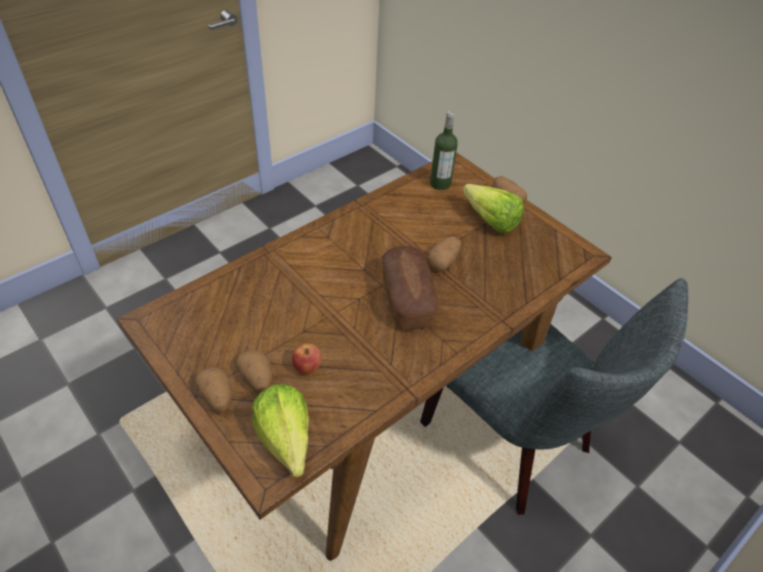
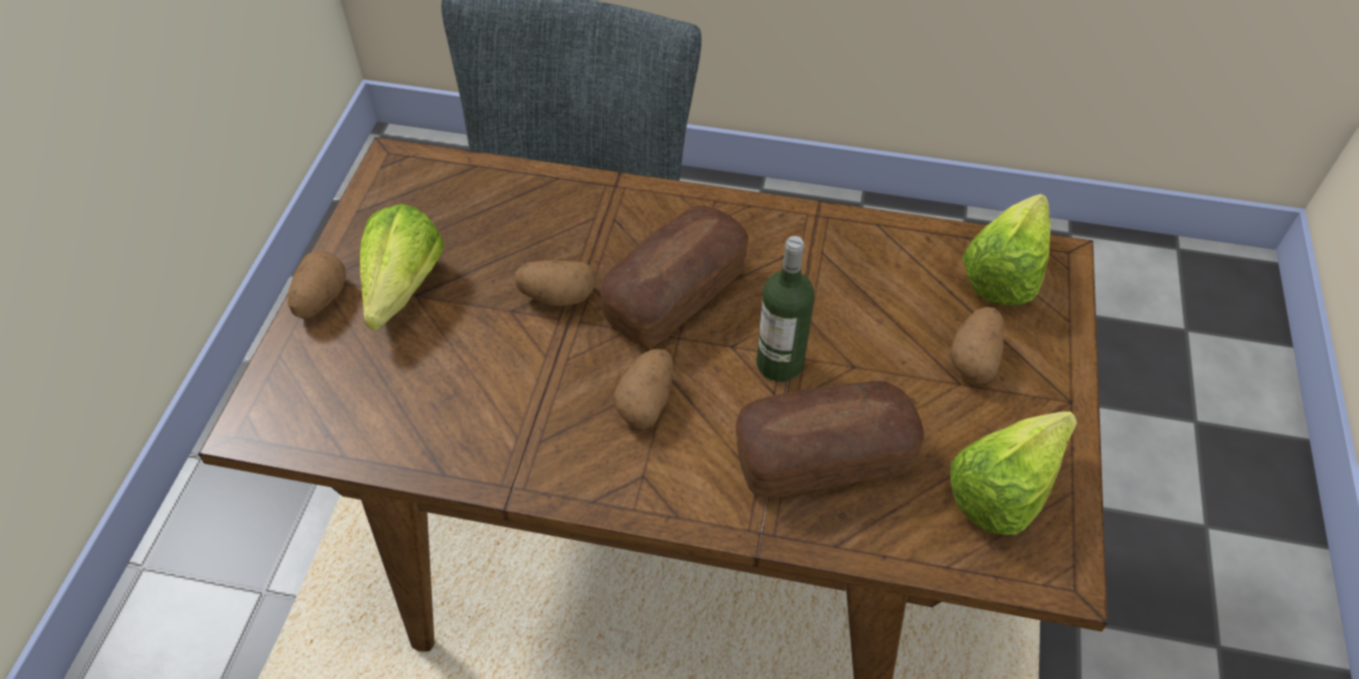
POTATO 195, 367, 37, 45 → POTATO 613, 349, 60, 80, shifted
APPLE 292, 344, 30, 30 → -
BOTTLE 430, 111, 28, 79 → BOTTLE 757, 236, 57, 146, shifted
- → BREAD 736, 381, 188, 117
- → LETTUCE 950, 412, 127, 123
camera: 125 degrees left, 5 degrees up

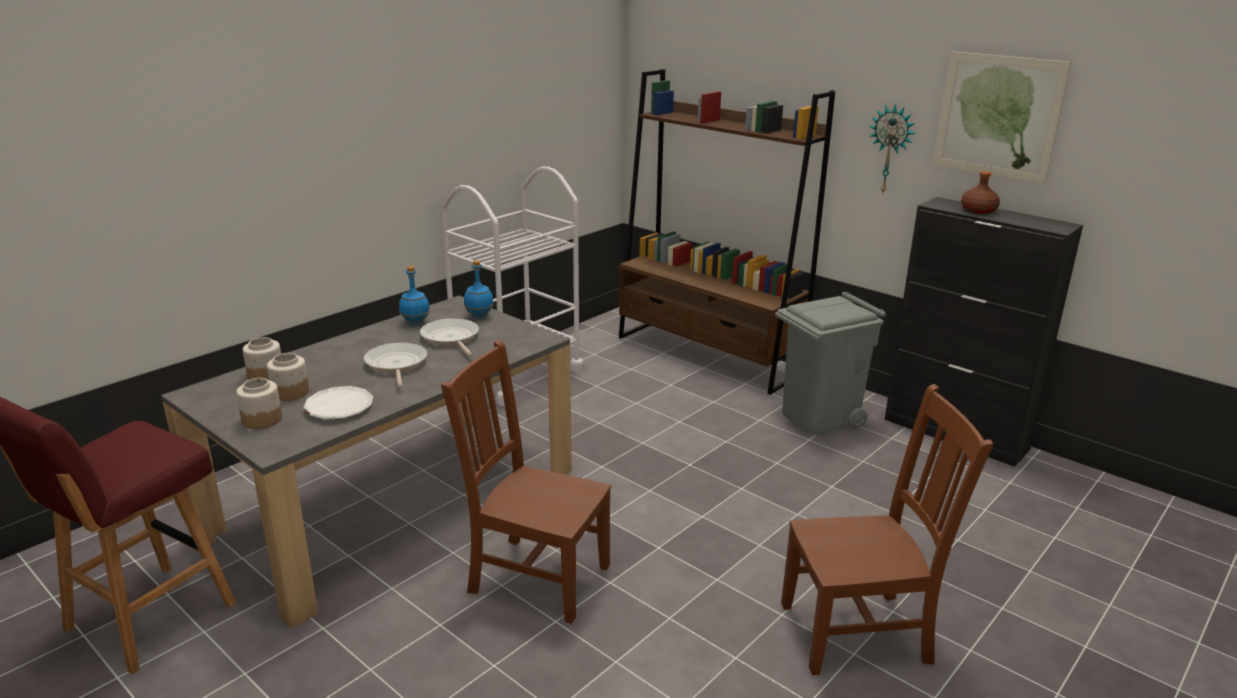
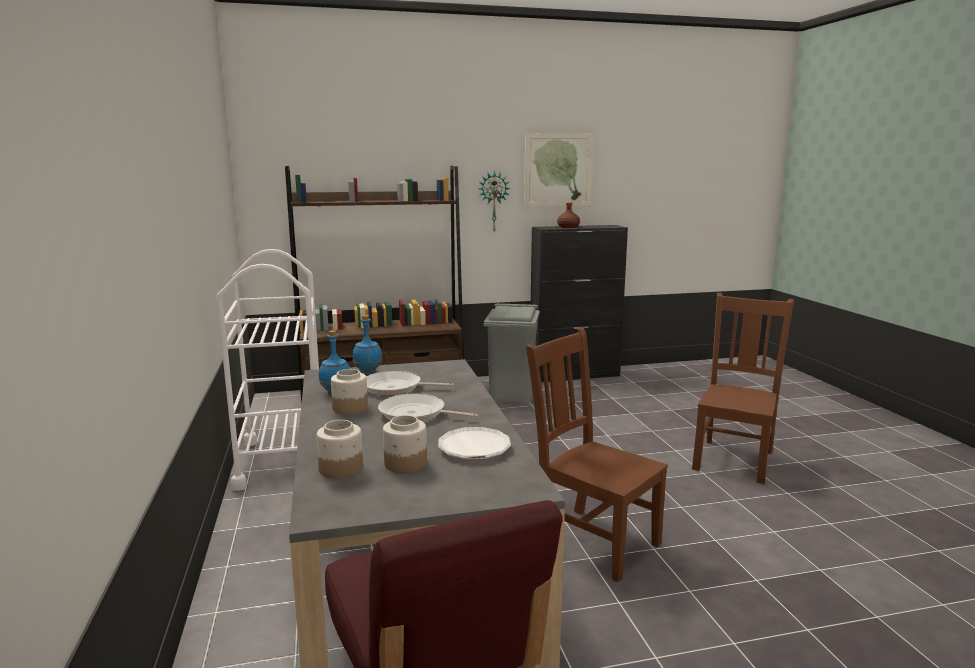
JAR 236, 378, 46, 51 → JAR 331, 369, 37, 45, shifted
BROWN CHAIR 441, 340, 170, 284 → BROWN CHAIR 526, 328, 142, 254, 75 degrees clockwise
camera: 55 degrees left, 10 degrees down

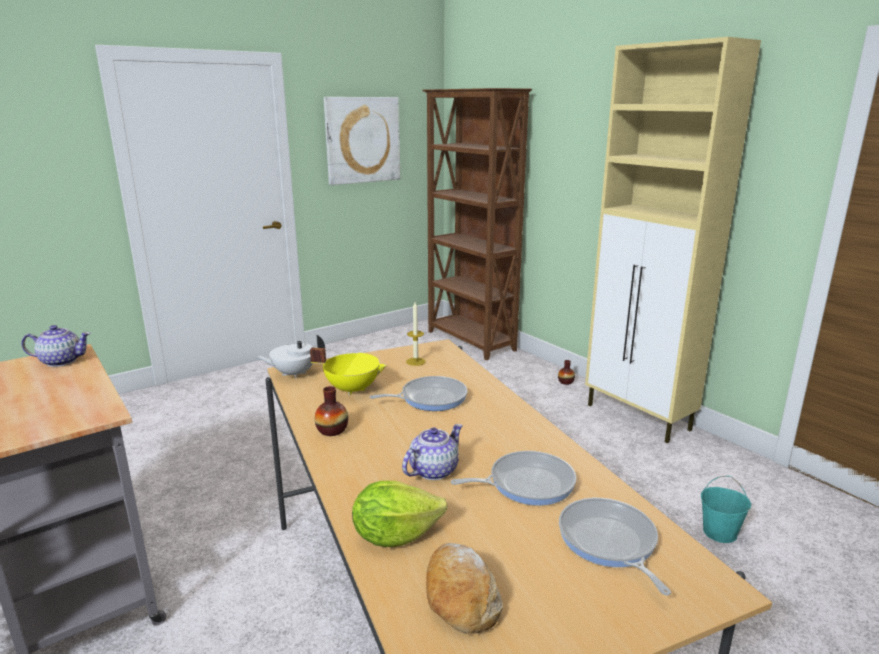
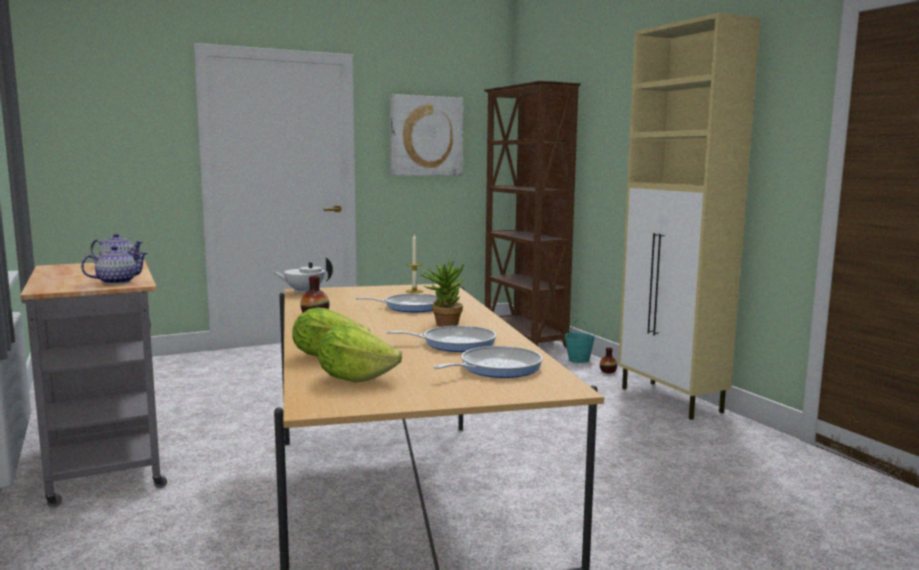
YELLOW COOKING POT 310, 348, 77, 48 → -
TEAPOT 402, 424, 61, 56 → TEAPOT 81, 246, 66, 38, shifted
BREAD 426, 543, 77, 91 → LETTUCE 318, 324, 84, 58
FRYING PAN 559, 498, 112, 97 → FRYING PAN 433, 346, 110, 32, 60 degrees clockwise
TURQUOISE BUCKET 701, 476, 50, 67 → TURQUOISE BUCKET 564, 319, 31, 44, shifted
- → POTTED PLANT 419, 258, 45, 69
camera: 10 degrees right, 10 degrees down

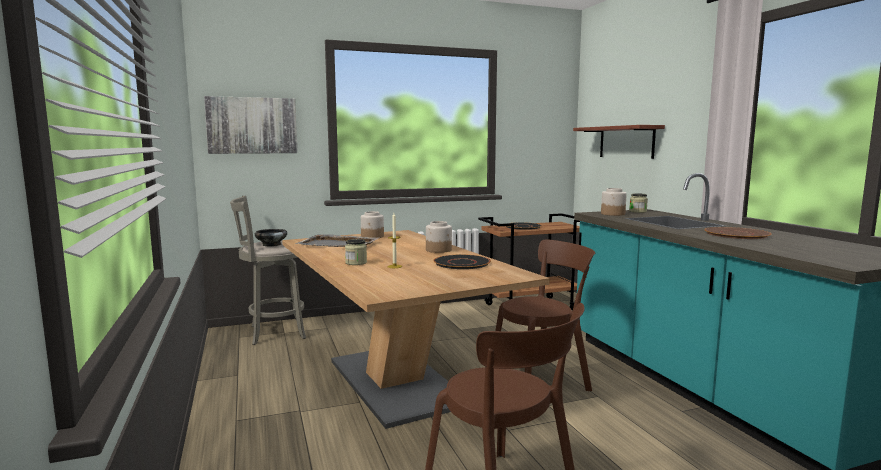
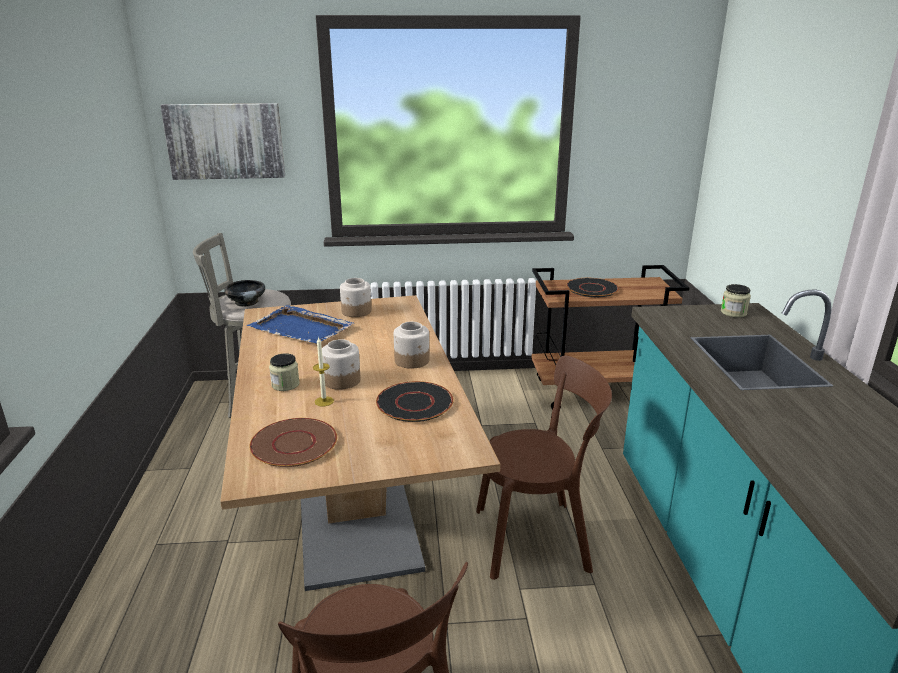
GREY TRAY 295, 234, 83, 13 → BLUE TRAY 247, 305, 107, 39
SHELF 573, 125, 92, 34 → -
JAR 601, 188, 26, 28 → JAR 322, 339, 38, 51, shifted
BROWN PLATE 704, 227, 68, 12 → BROWN PLATE 249, 418, 88, 49, shifted
camera: 15 degrees right, 15 degrees up

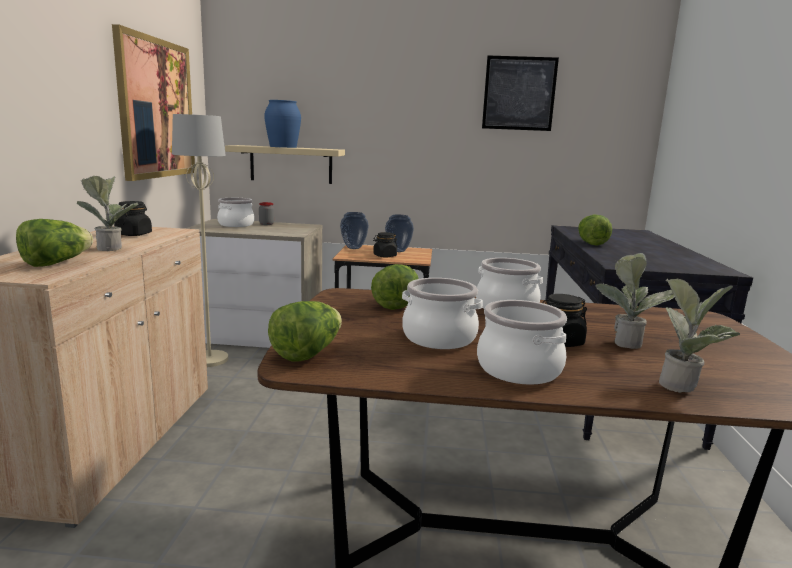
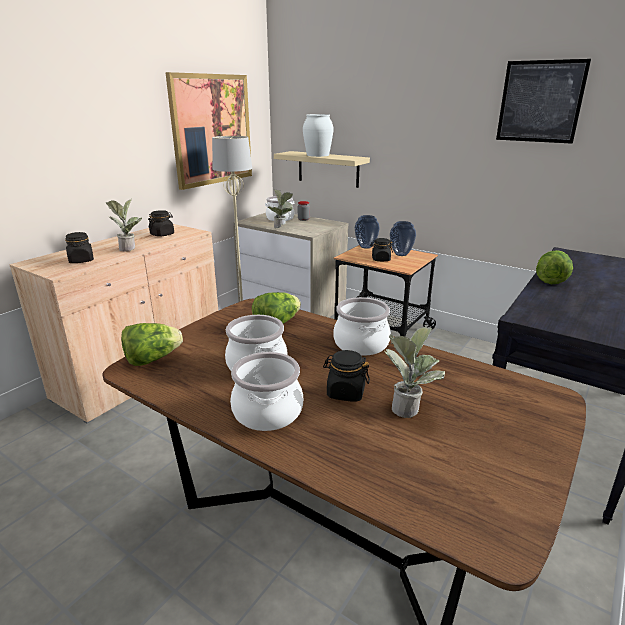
LETTUCE 16, 219, 77, 48 → BLACK JAR 65, 232, 29, 31
BLUE VASE 264, 100, 37, 48 → WHITE VASE 303, 114, 31, 43
POTTED PLANT 659, 279, 81, 114 → POTTED PLANT 268, 190, 25, 38, shifted
camera: 30 degrees right, 10 degrees up

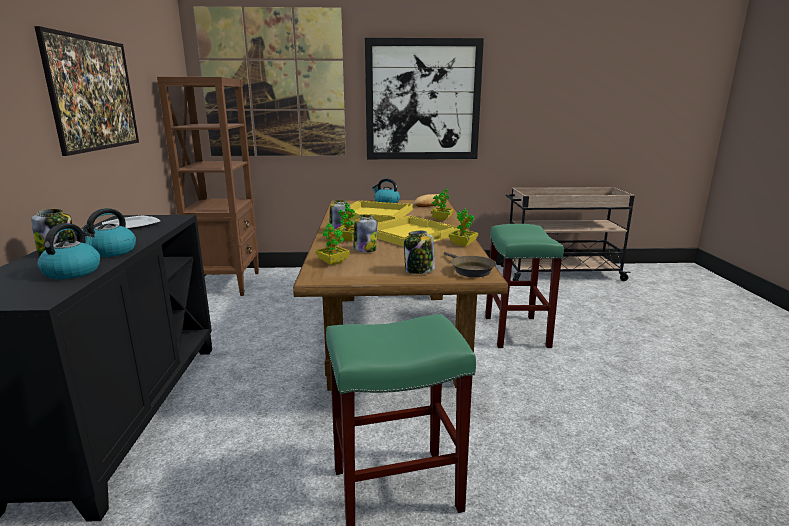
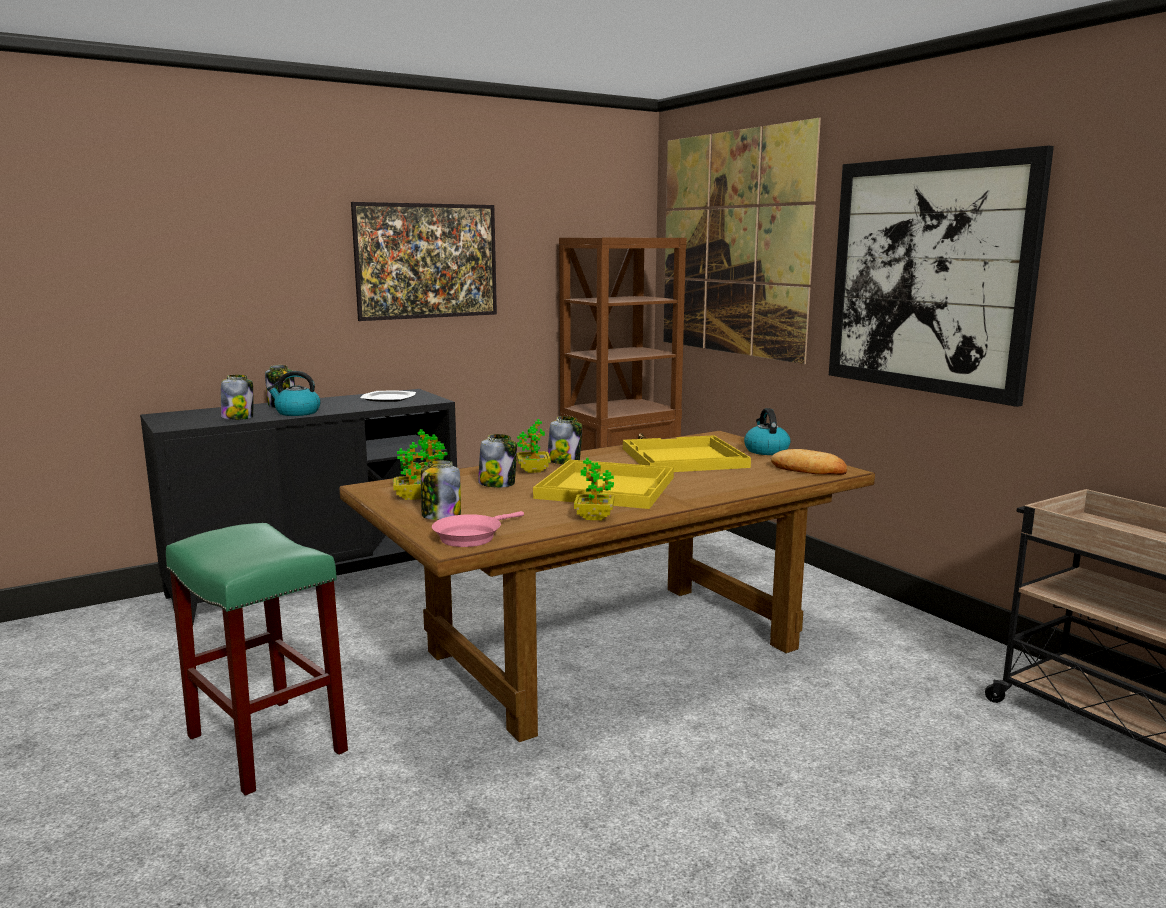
KETTLE 38, 223, 62, 56 → JAR 221, 375, 32, 45
POTTED PLANT 431, 188, 22, 32 → POTTED PLANT 393, 442, 33, 58, shifted
BROWN FRYING PAN 444, 252, 52, 25 → PINK FRYING PAN 432, 511, 92, 36
GREEN STOOL 485, 224, 79, 124 → -
camera: 60 degrees right, 5 degrees down

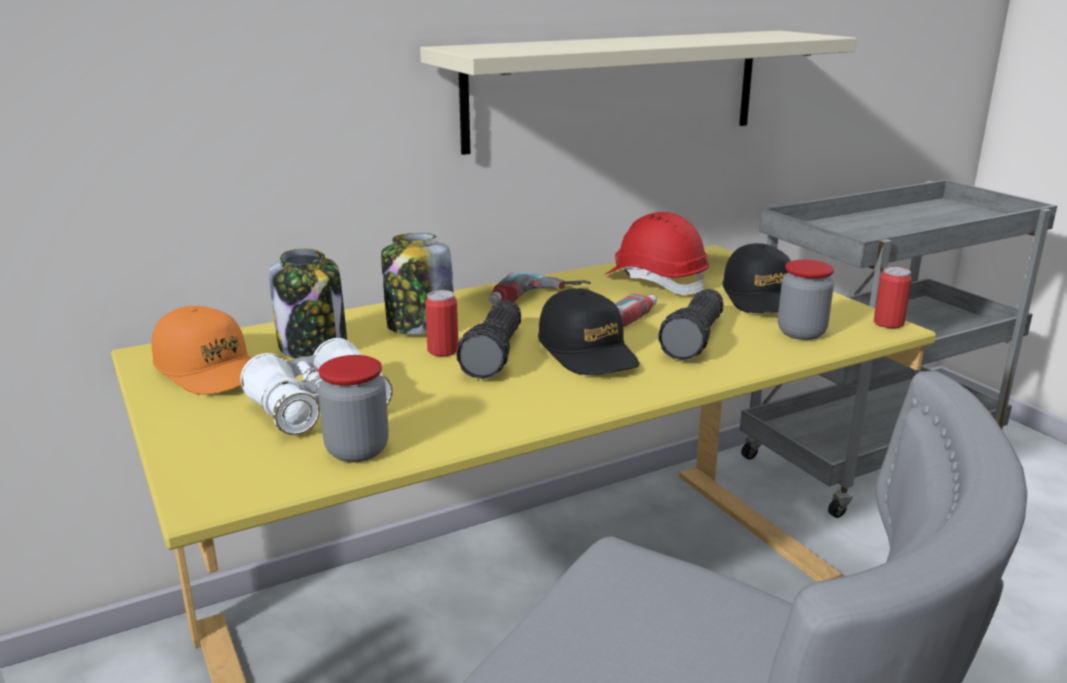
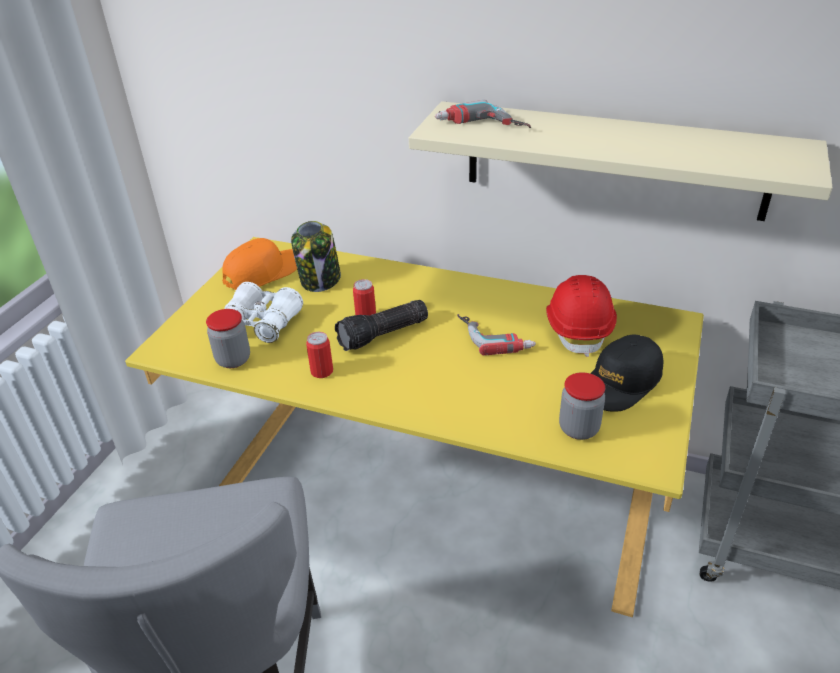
ORANGE CAP 152, 306, 99, 89 → ORANGE CAP 222, 238, 75, 52, 135 degrees counterclockwise
JAR 381, 233, 73, 101 → -
POWER DRILL 489, 272, 102, 32 → POWER DRILL 435, 100, 96, 28, shifted
BLACK CAP 538, 288, 102, 87 → -
FLASHLIGHT 658, 289, 66, 72 → -
CAN 874, 267, 38, 61 → CAN 306, 332, 27, 46, shifted
camera: 50 degrees right, 15 degrees up

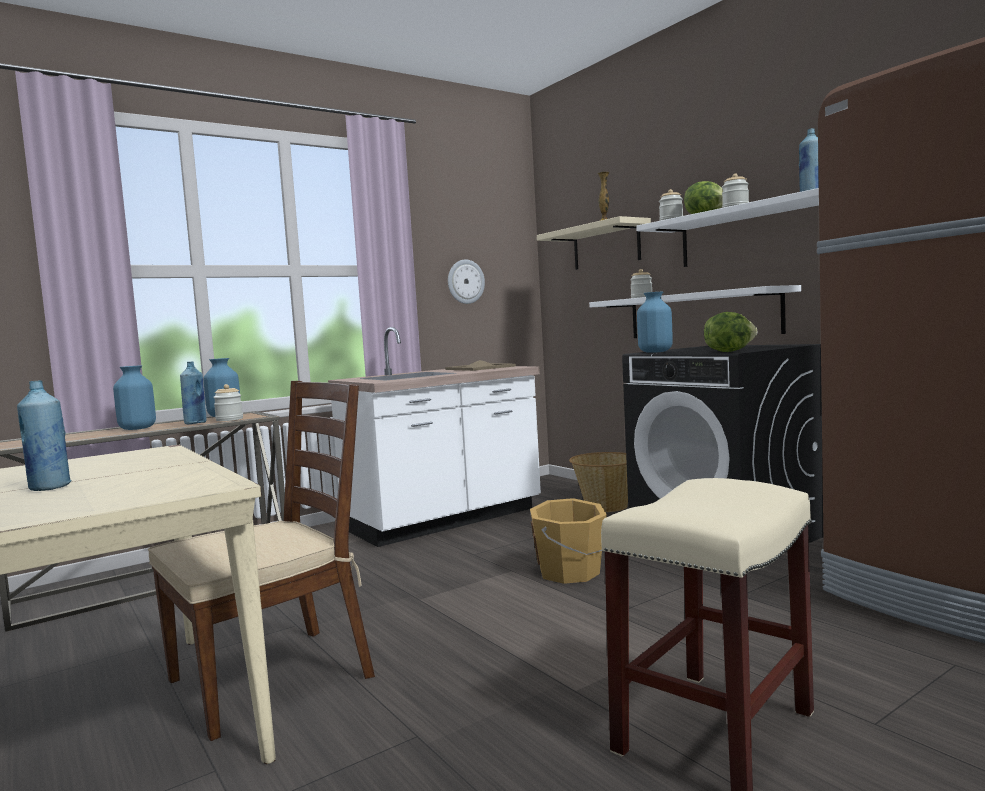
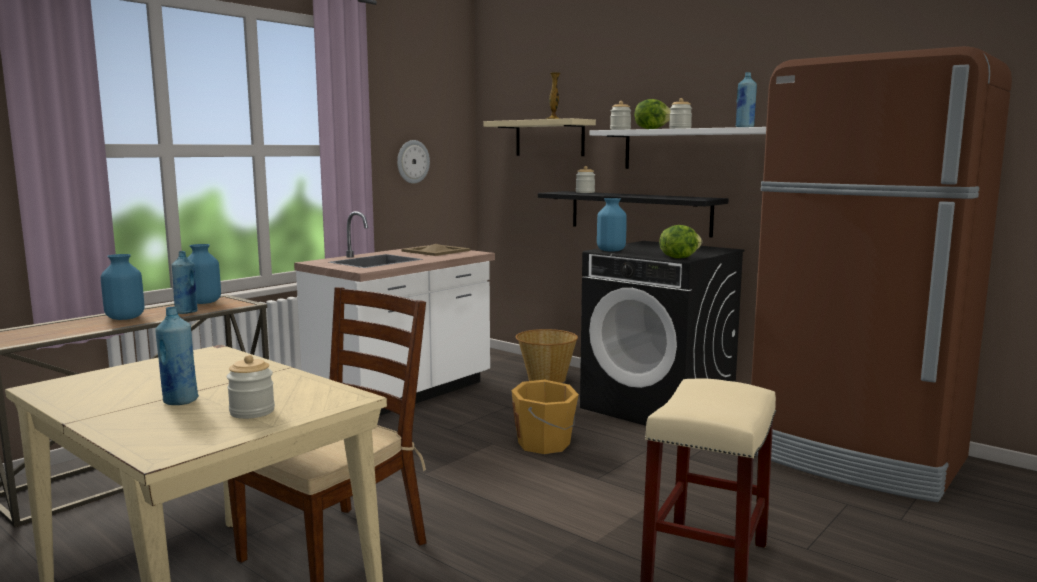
JAR 213, 384, 30, 37 → JAR 226, 355, 49, 64, shifted
WHITE SHELF 589, 285, 212, 53 → BLACK SHELF 538, 191, 191, 46
camera: 15 degrees left, 5 degrees up

